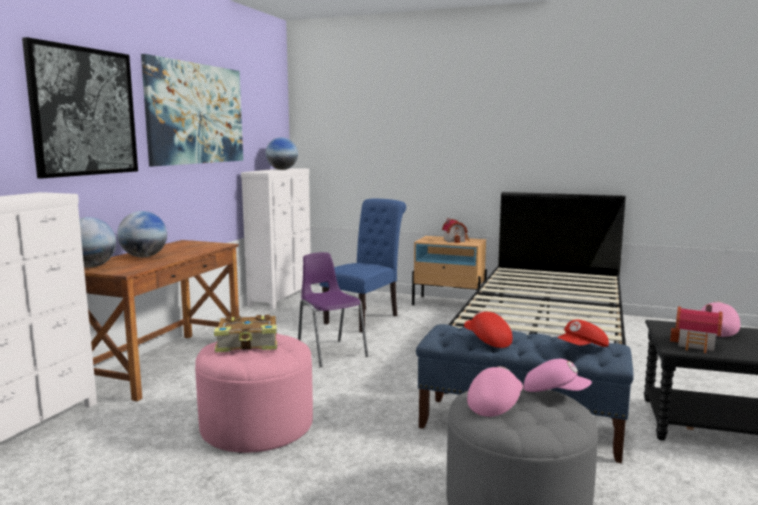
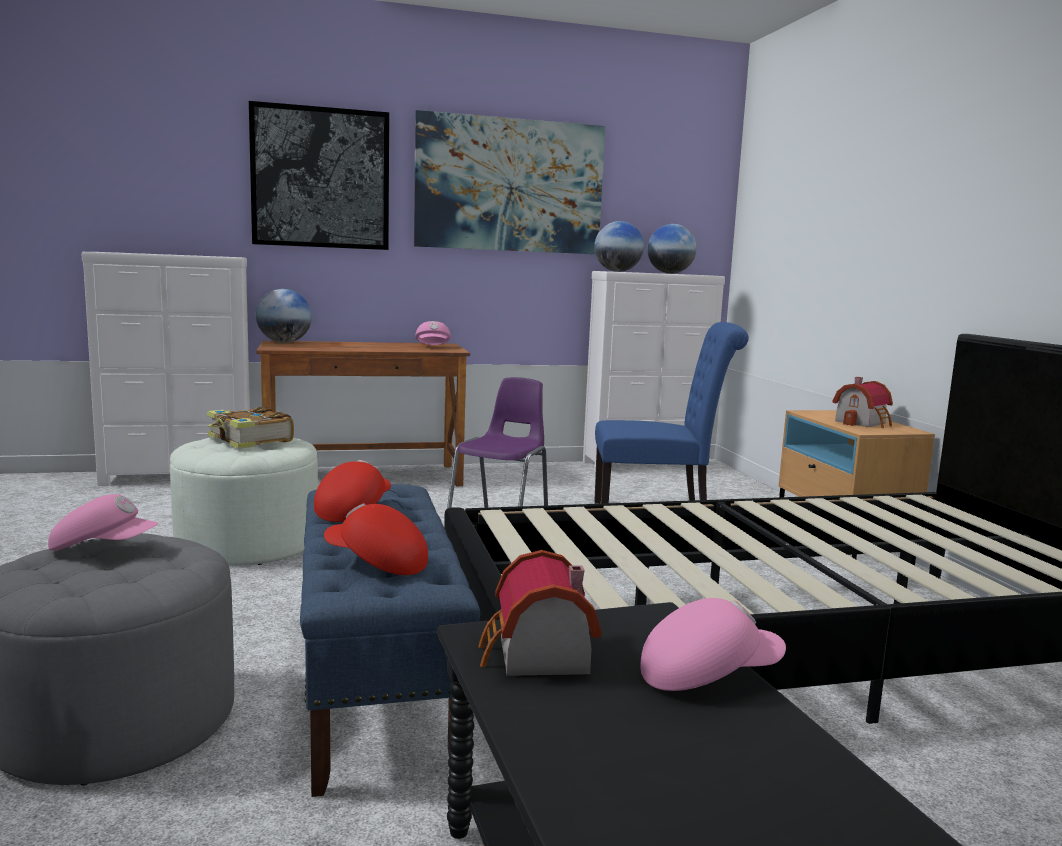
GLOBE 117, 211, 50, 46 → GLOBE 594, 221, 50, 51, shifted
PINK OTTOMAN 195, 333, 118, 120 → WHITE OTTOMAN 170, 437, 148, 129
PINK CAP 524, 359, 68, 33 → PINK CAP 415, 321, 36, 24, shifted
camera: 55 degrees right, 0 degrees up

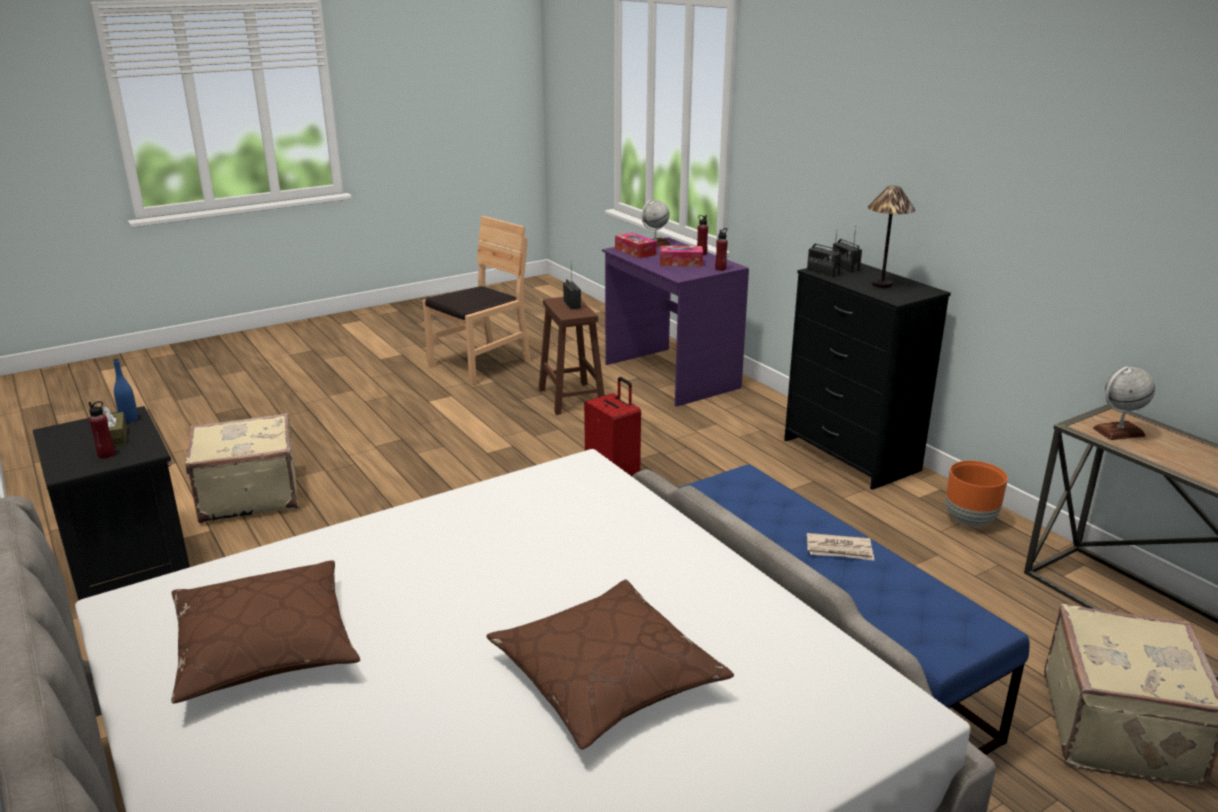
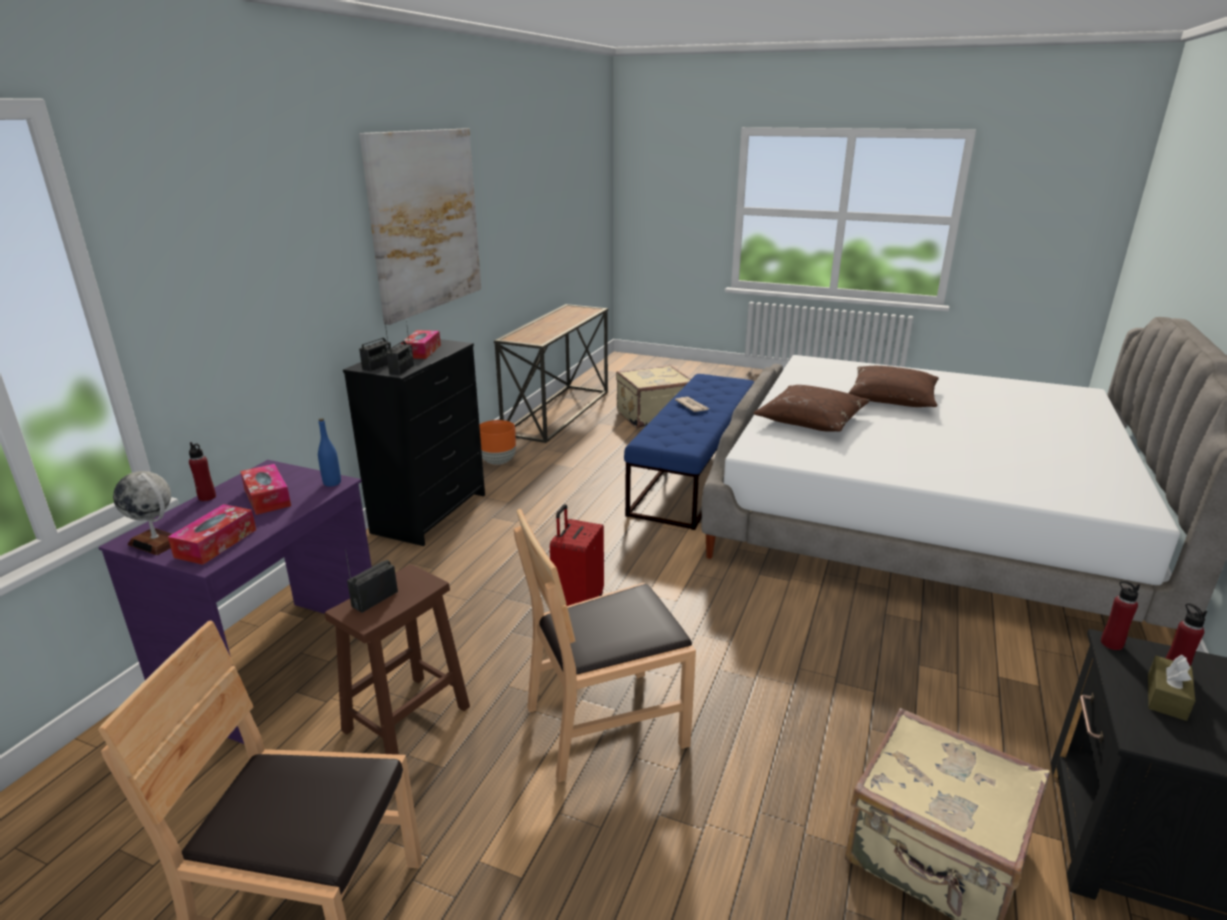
BLUE BOTTLE 113, 358, 25, 65 → BLUE BOTTLE 318, 418, 23, 69, shifted
BROWN PILLOW 171, 560, 189, 143 → BROWN PILLOW 753, 385, 117, 47, shifted
RED BOTTLE 715, 228, 13, 43 → RED BOTTLE 1101, 581, 39, 69, shifted
TABLE LAMP 868, 186, 48, 102 → TISSUE BOX 401, 330, 40, 29
GLOBE 1093, 366, 62, 74 → -
- → PICTURE 359, 129, 122, 196
- → BROWN CHAIR 514, 509, 182, 274
camera: 125 degrees left, 0 degrees up

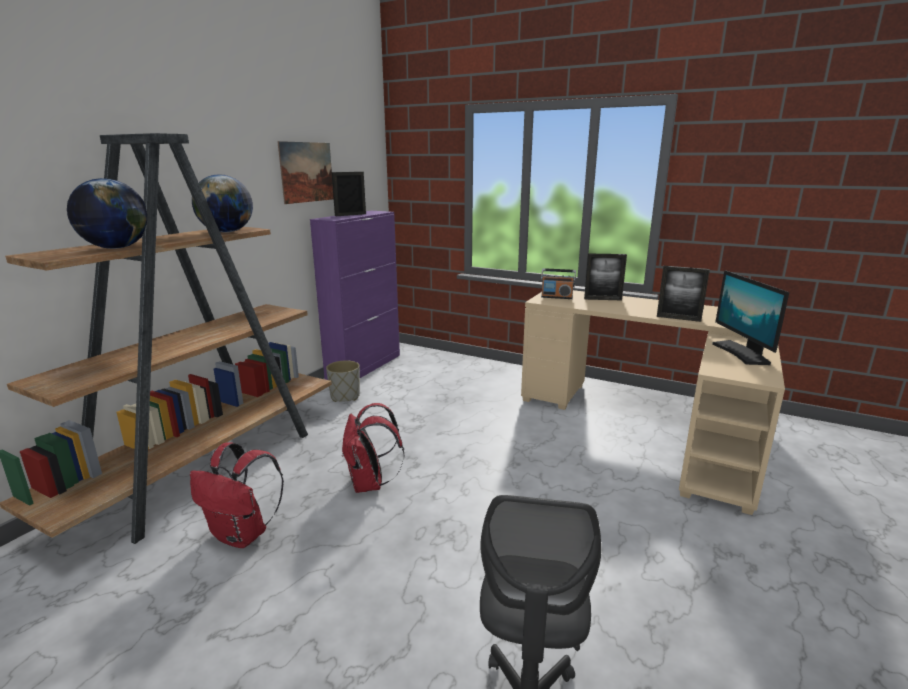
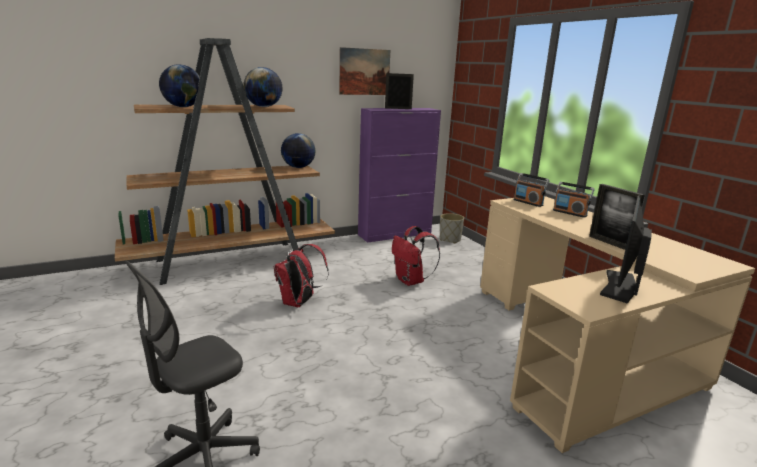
RED BACKPACK 190, 442, 94, 106 → RED BACKPACK 392, 226, 48, 60, shifted
GREY PLANTER 326, 360, 34, 42 → GREY PLANTER 440, 213, 24, 30, shifted
PICTURE FRAME 584, 254, 43, 46 → RADIO 553, 182, 42, 36
- → GLOBE 281, 133, 34, 35
camera: 35 degrees right, 0 degrees up

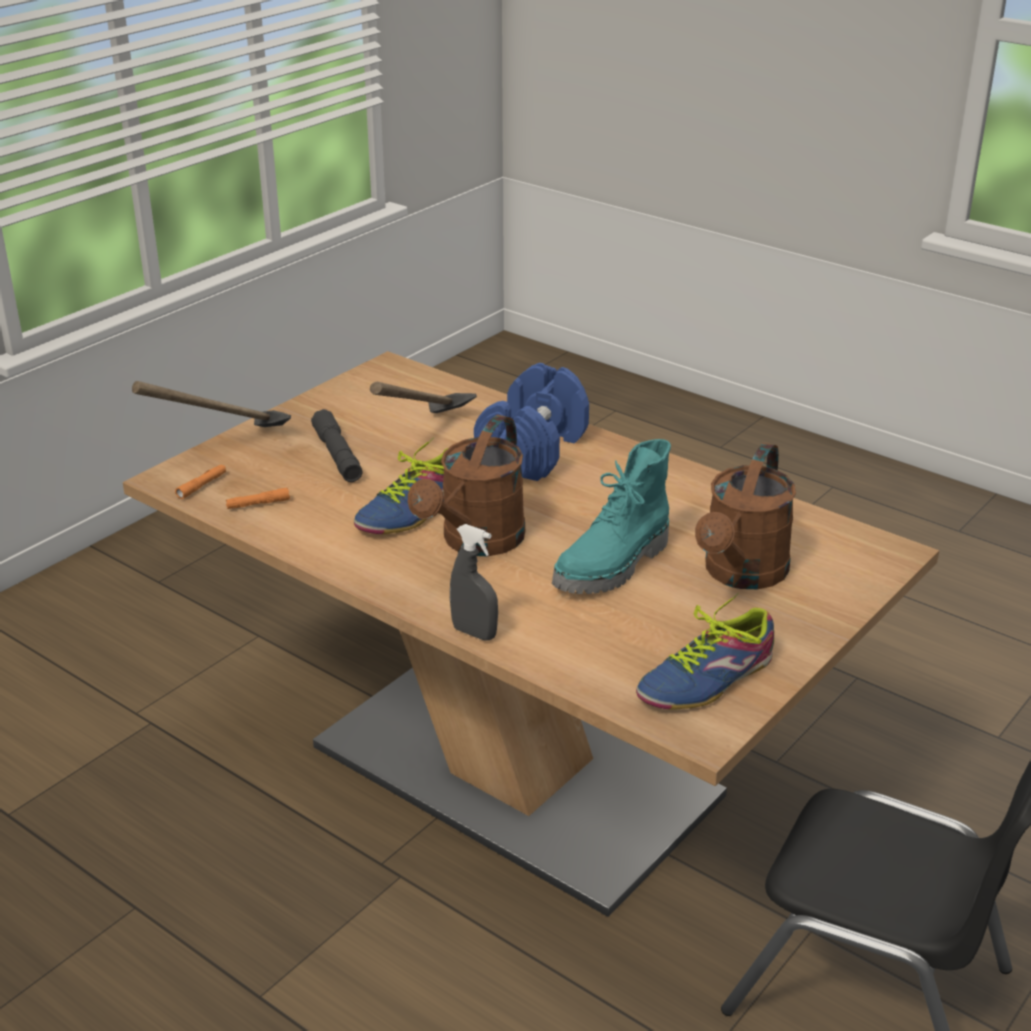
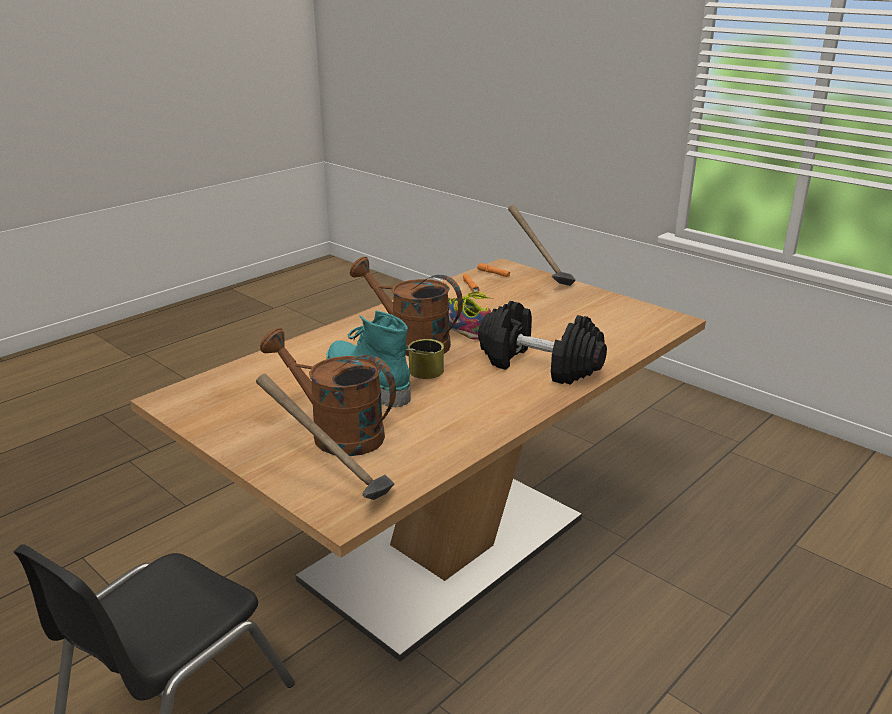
GREY FLASHLIGHT 311, 409, 51, 73 → -
HAMMER 370, 382, 107, 31 → HAMMER 256, 374, 138, 126, shifted
GREY SPRAY BOTTLE 450, 524, 48, 116 → -
BLUE DUMBBELL 474, 363, 115, 118 → BLACK DUMBBELL 478, 301, 129, 84
SHOE 636, 593, 138, 117 → -
- → CAN 406, 339, 38, 40
camera: 95 degrees right, 5 degrees down

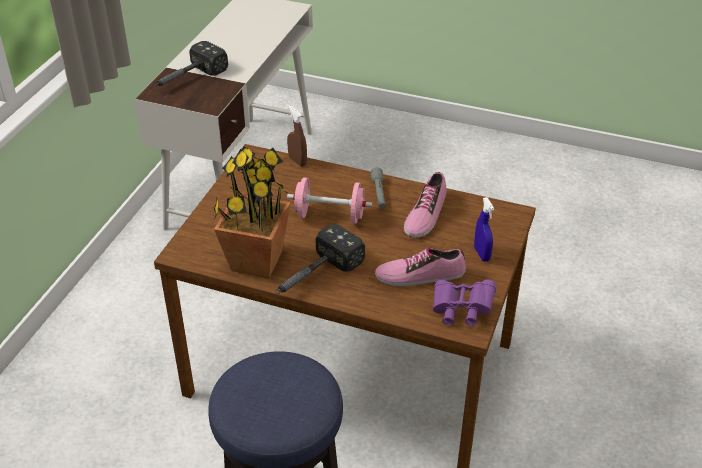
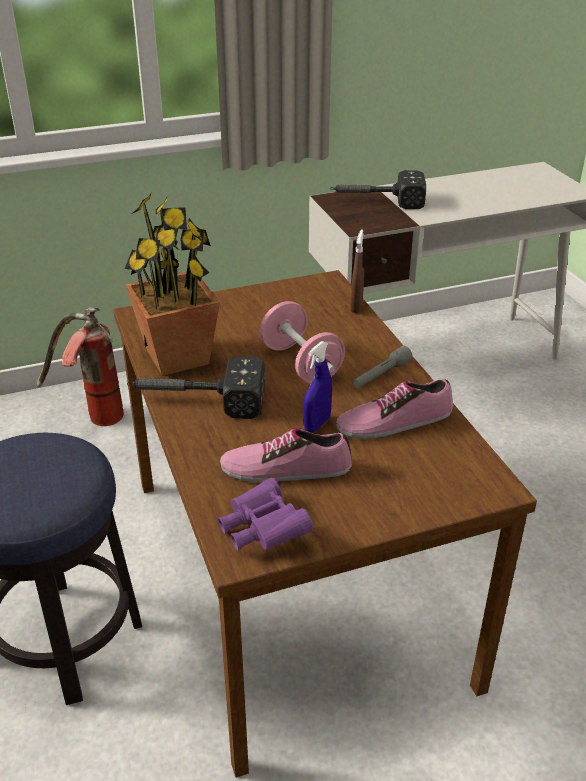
SHOE 375, 248, 91, 38 → SHOE 220, 428, 132, 54, 45 degrees counterclockwise
BLUE SPRAY BOTTLE 474, 197, 20, 65 → BLUE SPRAY BOTTLE 303, 341, 29, 92, shifted
- → FIRE EXTINGUISHER 37, 307, 87, 119
camera: 50 degrees right, 5 degrees down

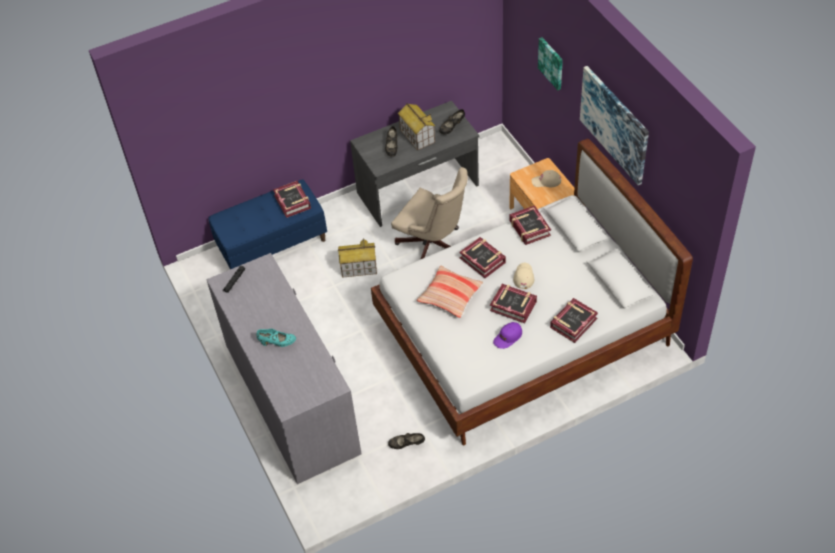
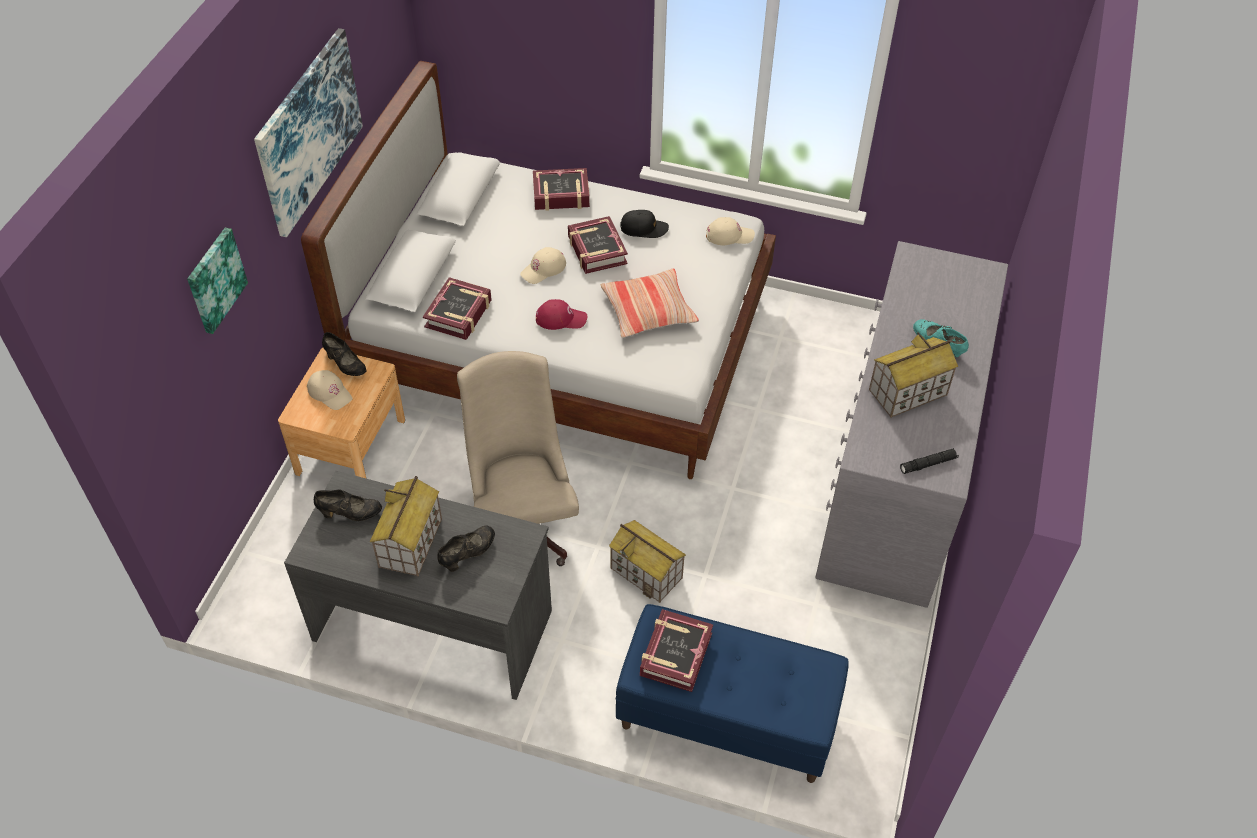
BLACK SHOE 388, 433, 37, 16 → BLACK SHOE 322, 332, 45, 44, shifted
BOOK 459, 237, 47, 41 → RED CAP 536, 299, 51, 31
PURPLE CAP 493, 322, 29, 27 → BLACK CAP 621, 210, 48, 28
- → BEIGE CAP 706, 217, 49, 28
- → TOY HOUSE 869, 332, 89, 86
camera: 140 degrees left, 0 degrees up

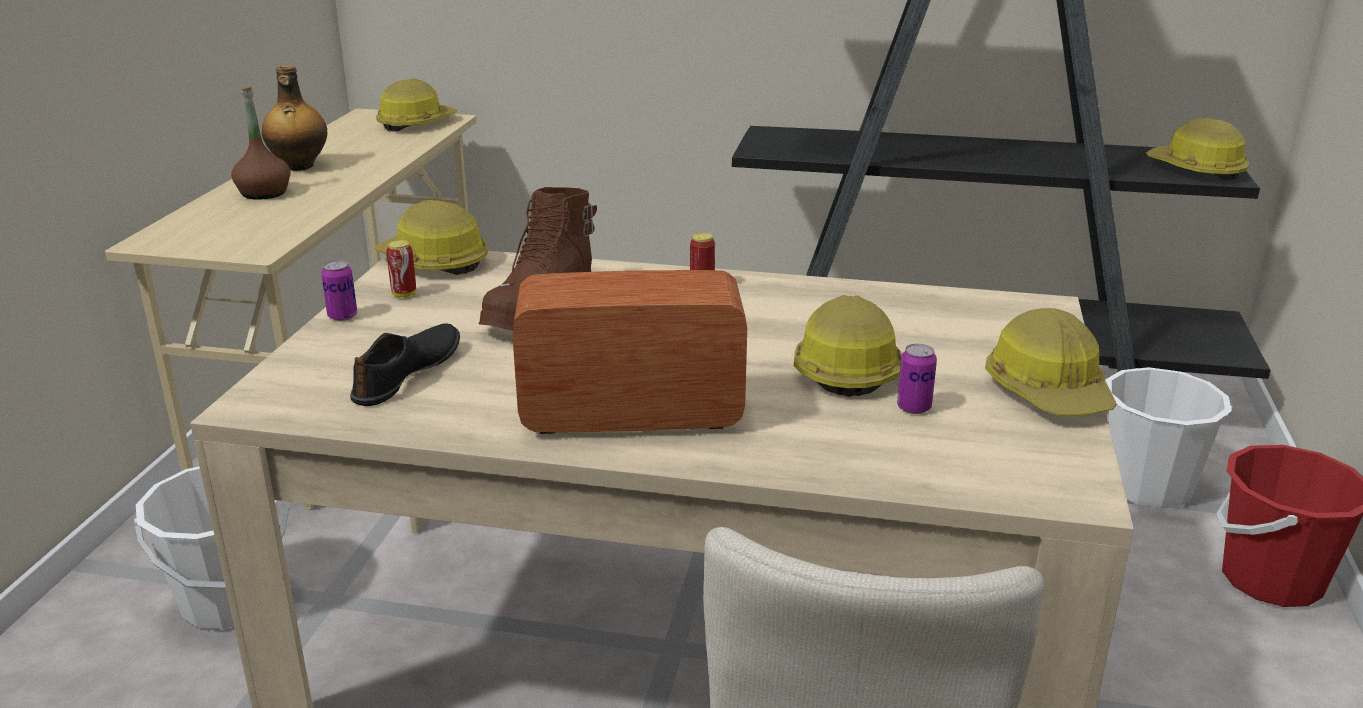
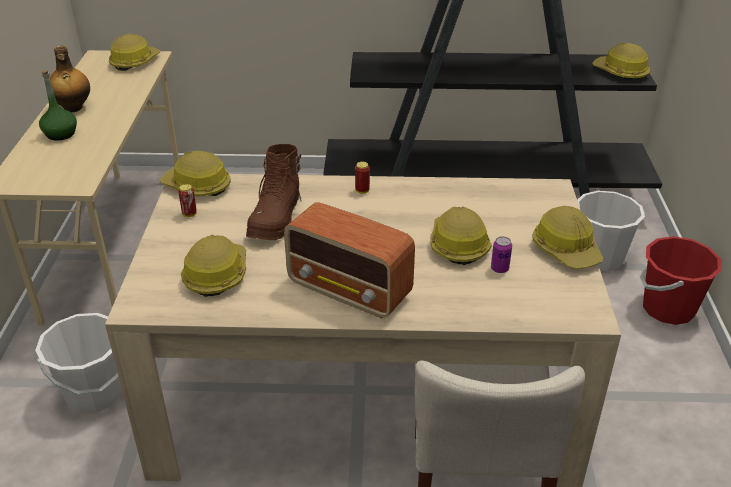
BROWN BOTTLE 231, 87, 60, 113 → GREEN BOTTLE 39, 70, 38, 71
CAN 321, 260, 36, 61 → -
BLACK SHOE 350, 323, 110, 83 → HARD HAT 181, 235, 65, 62
RADIO 512, 270, 235, 164 → RADIO 284, 202, 131, 116, 135 degrees counterclockwise
camera: 10 degrees left, 10 degrees up

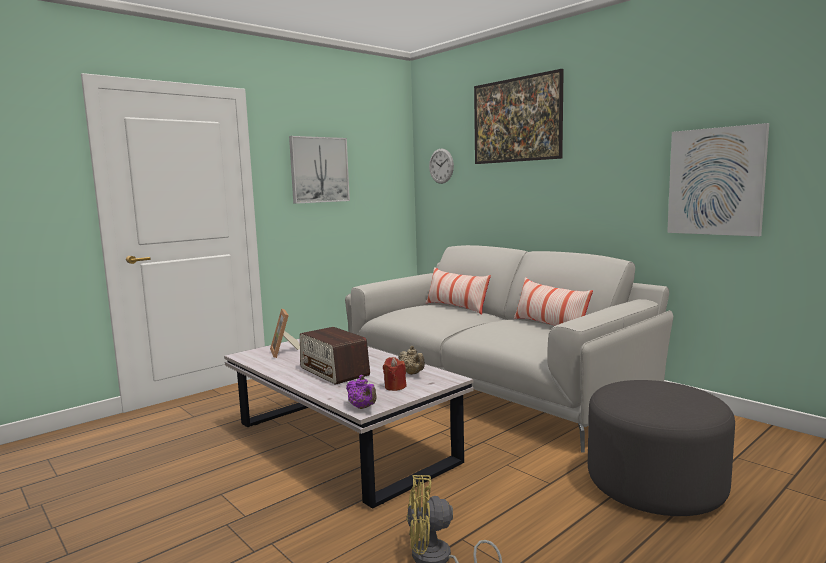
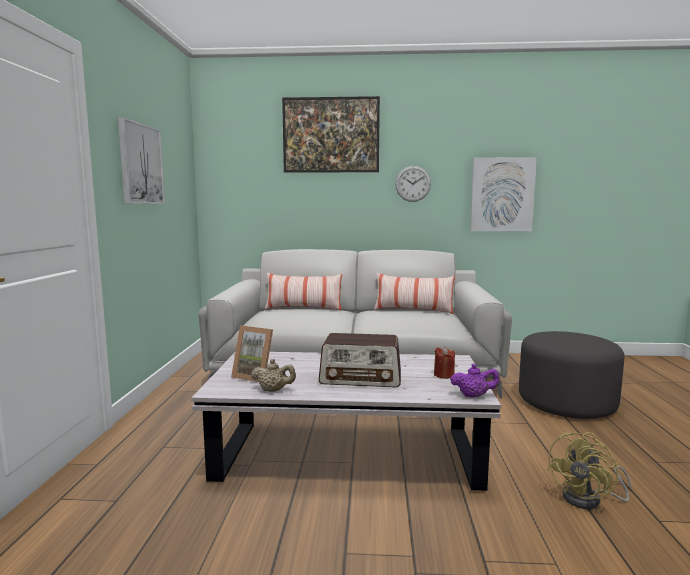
BEIGE TEAPOT 398, 346, 27, 29 → BEIGE TEAPOT 251, 359, 45, 33, shifted
WALL CLOCK 429, 149, 25, 35 → WALL CLOCK 395, 166, 36, 36, shifted
camera: 45 degrees left, 0 degrees up

